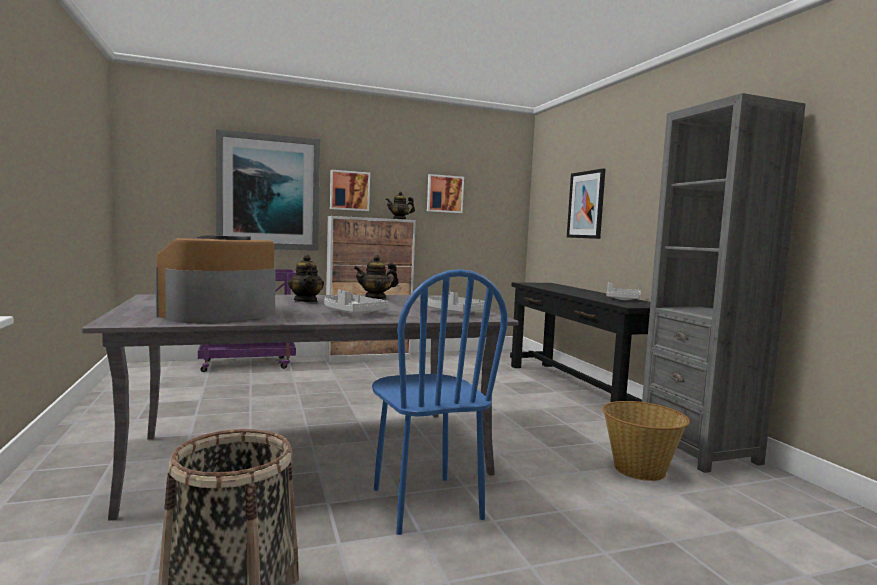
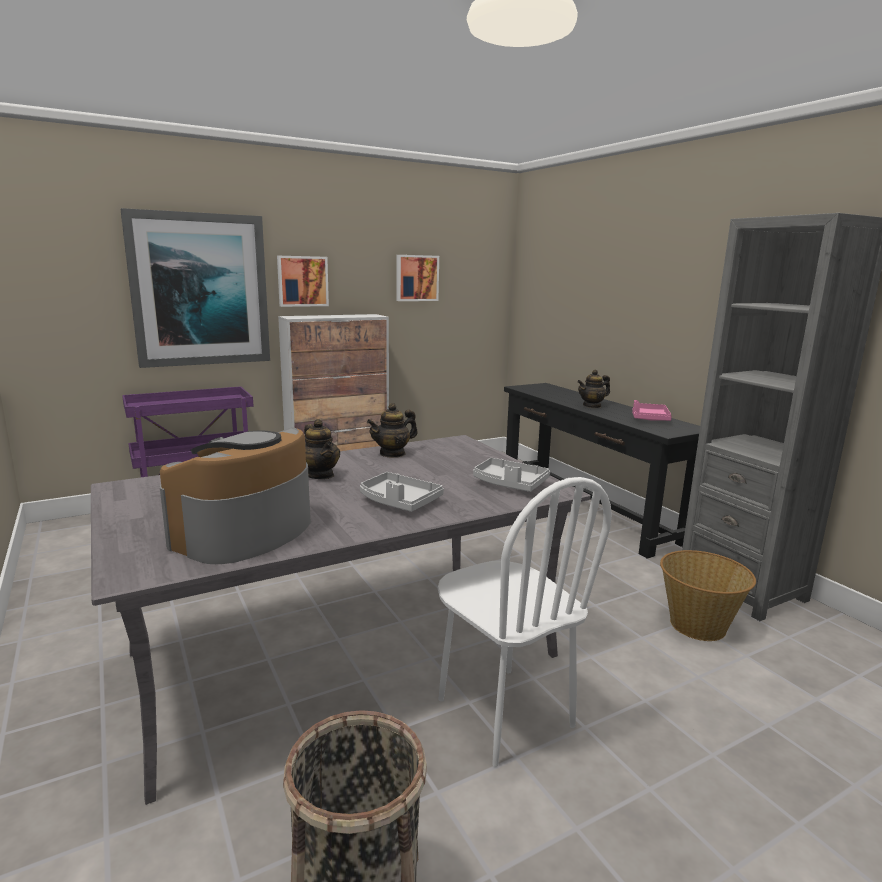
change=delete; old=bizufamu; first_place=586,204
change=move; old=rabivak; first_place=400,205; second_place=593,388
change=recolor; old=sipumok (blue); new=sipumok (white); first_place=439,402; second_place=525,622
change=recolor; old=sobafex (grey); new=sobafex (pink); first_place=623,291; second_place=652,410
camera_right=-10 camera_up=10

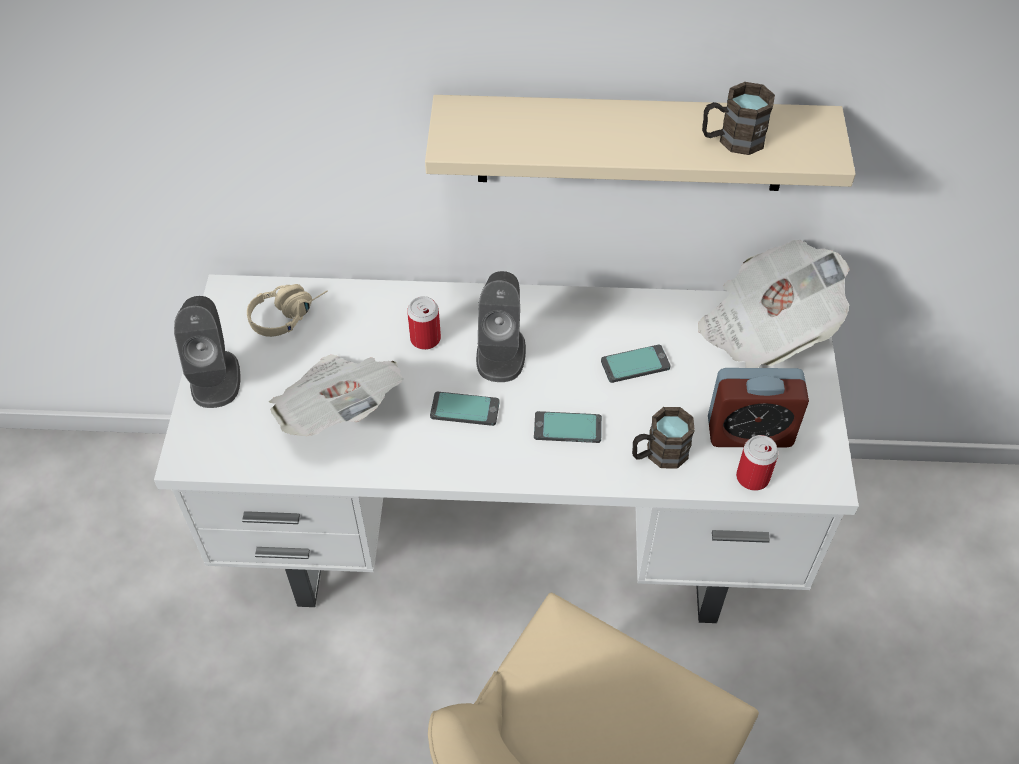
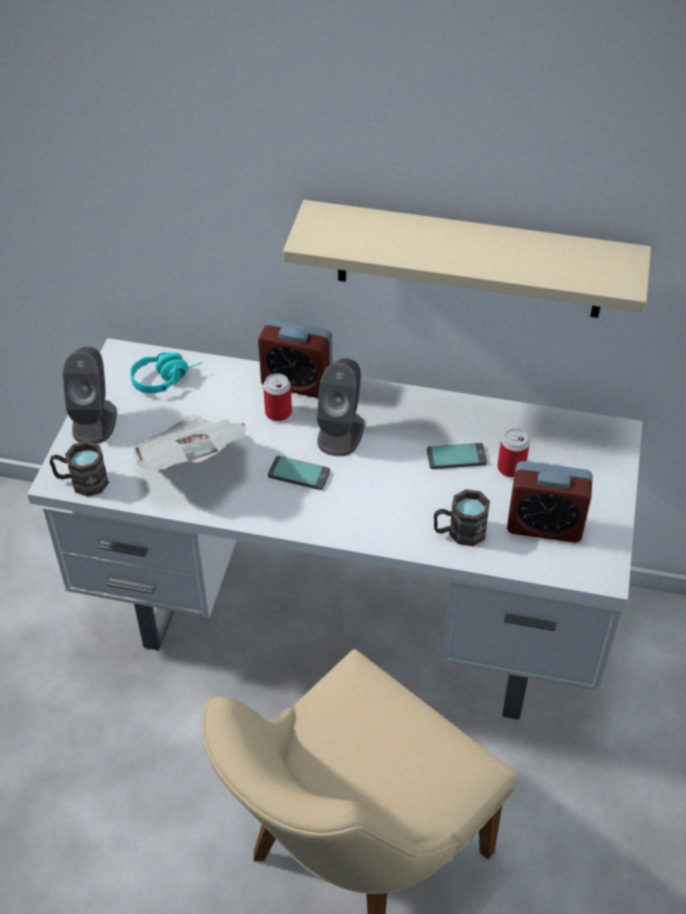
change=move; old=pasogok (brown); first_place=738,118; second_place=79,469
change=delete; old=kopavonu; first_place=774,304
change=recolor; old=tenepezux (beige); new=tenepezux (turquoise); first_place=287,310; second_place=166,373
change=delete; old=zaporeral; first_place=568,427
change=move; old=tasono; first_place=757,463; second_place=513,452
change=insert; new=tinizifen; second_place=295,358
camera_right=10 camera_up=-5

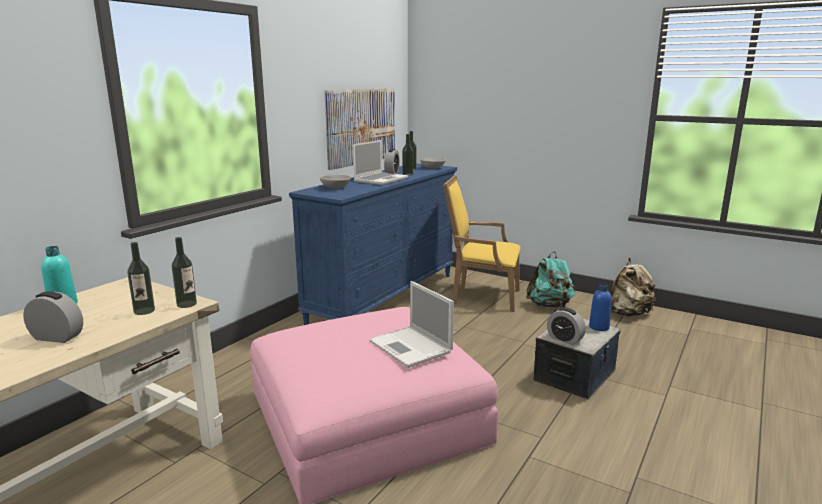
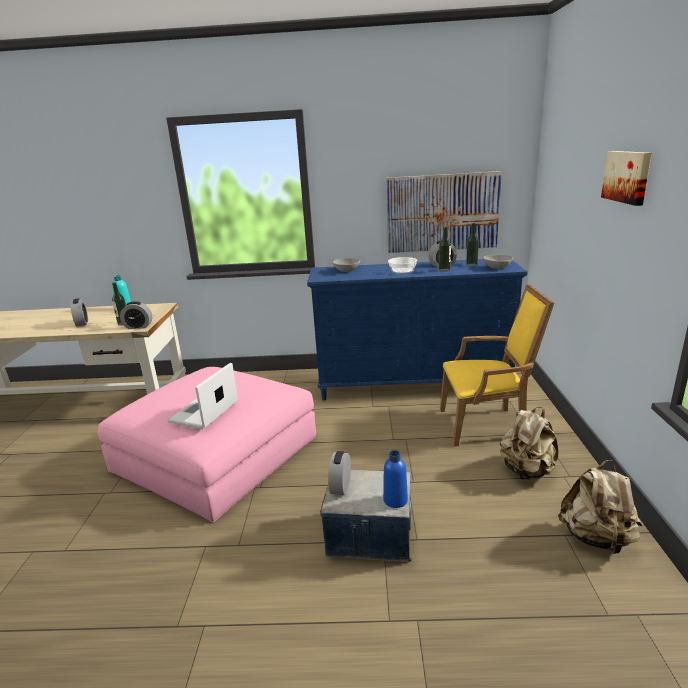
change=replace; old=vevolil; new=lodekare; first_place=380,162; second_place=402,265
change=rotate; old=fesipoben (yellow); first_place=482,243; second_place=497,365; degrees=105
change=replace; old=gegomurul; new=tinizifen; first_place=184,272; second_place=136,315
change=recolor; old=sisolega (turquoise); new=sisolega (beige); first_place=550,280; second_place=529,443
change=insert; new=bizufamu; second_place=626,178
camera_right=60 camera_up=5

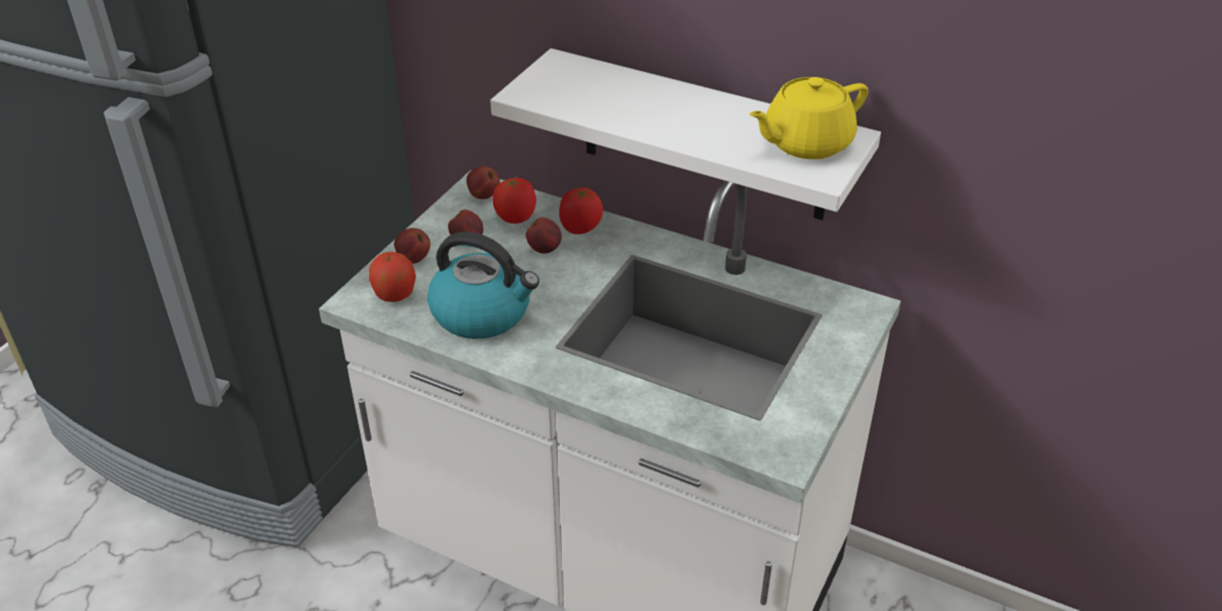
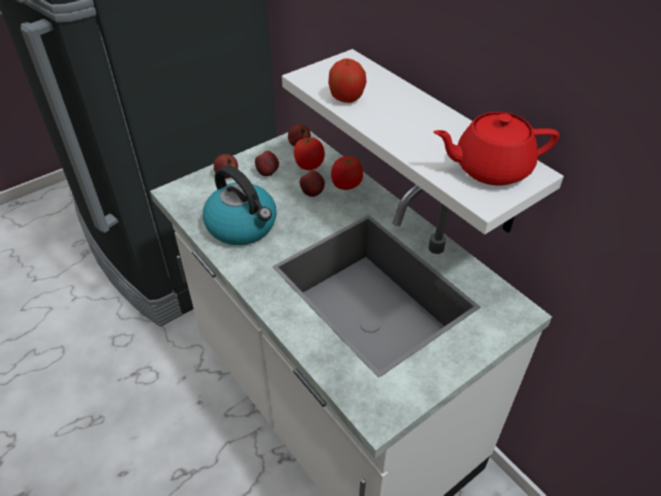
change=recolor; old=rabivak (yellow); new=rabivak (red); first_place=808,118; second_place=496,148
change=move; old=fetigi; first_place=392,277; second_place=347,80
camera_right=25 camera_up=5

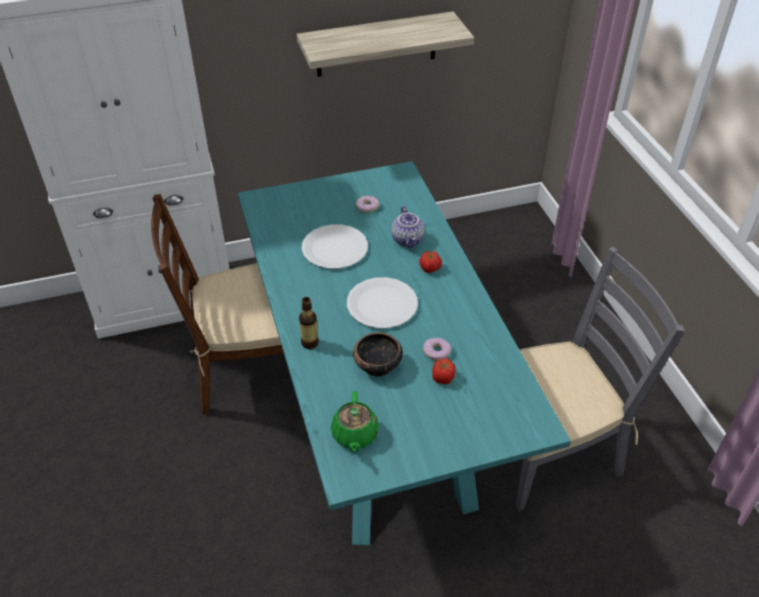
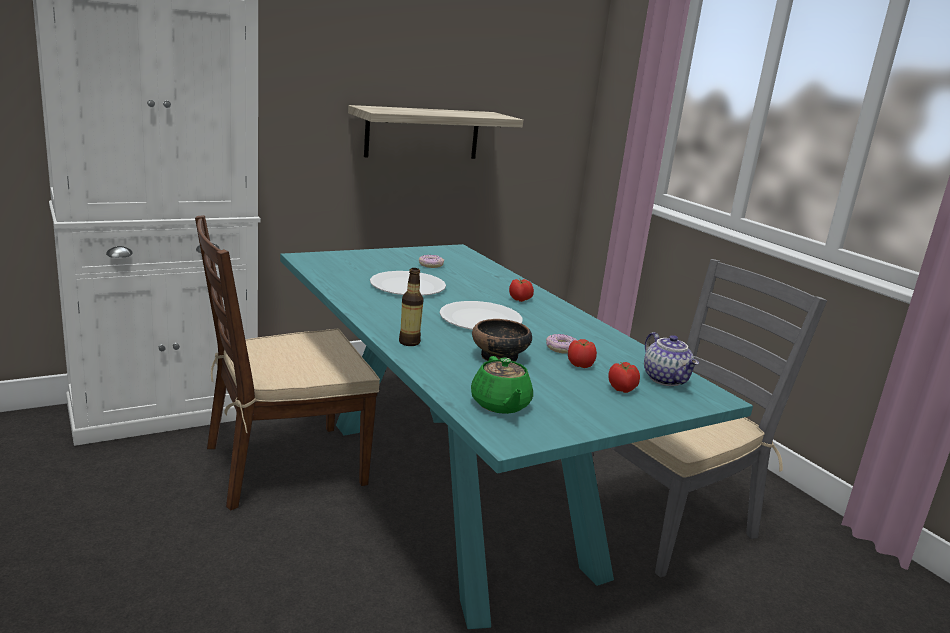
change=move; old=rabivak; first_place=408,227; second_place=671,359
change=insert; new=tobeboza; second_place=624,377
camera_right=-15 camera_up=-25

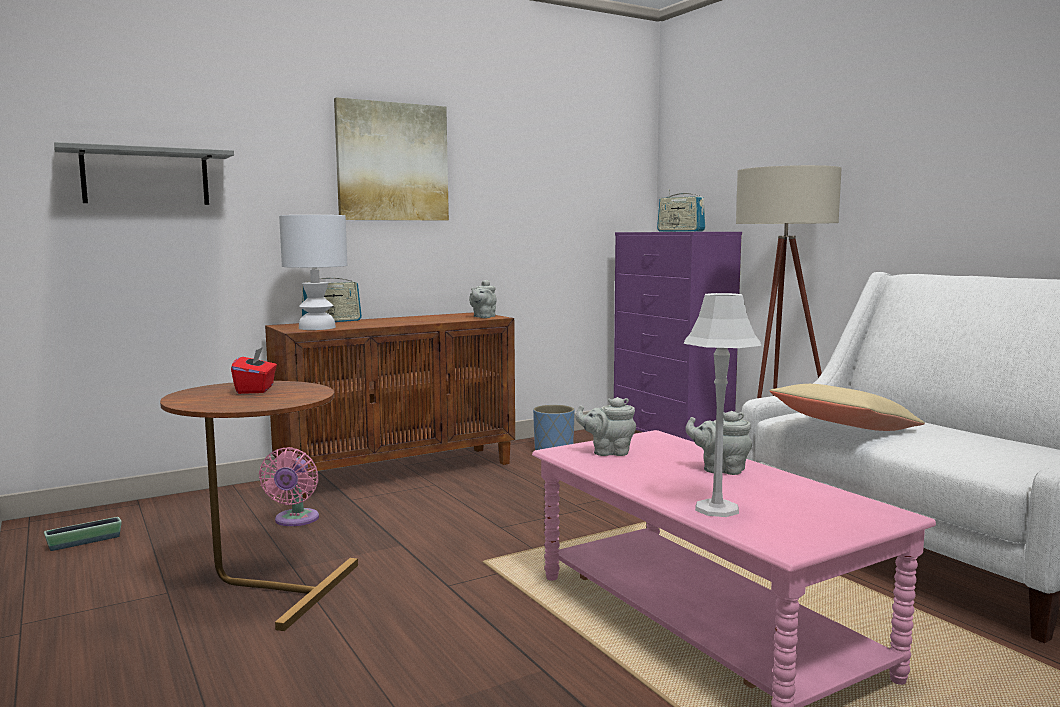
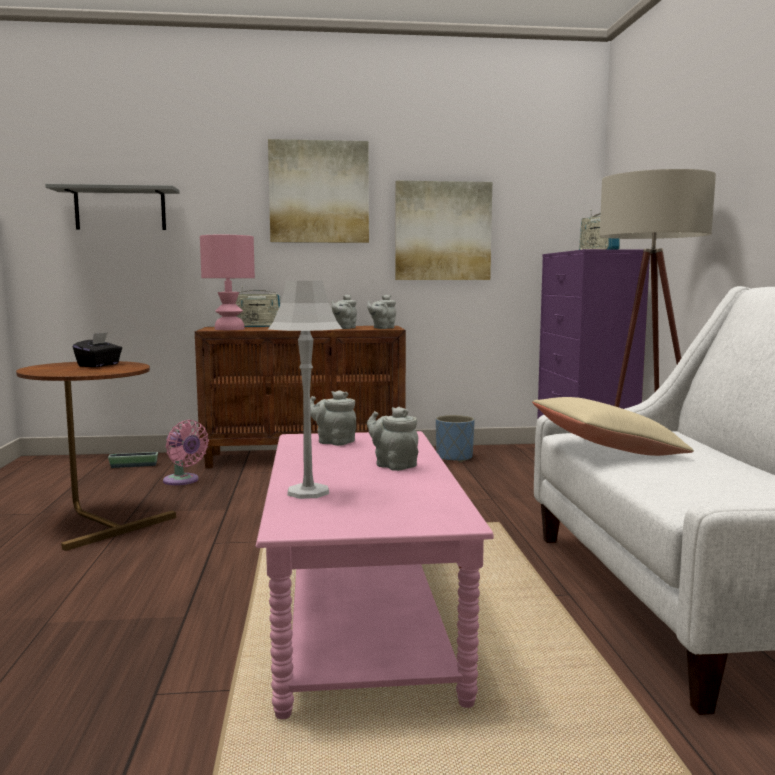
change=recolor; old=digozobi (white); new=digozobi (pink); first_place=313,272; second_place=227,282
change=recolor; old=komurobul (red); new=komurobul (black); first_place=254,370; second_place=97,349
change=rotate; old=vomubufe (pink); first_place=289,486; second_place=186,452; degrees=-75
change=move; old=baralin; first_place=83,534; second_place=133,460
change=insert; new=bizufamu; second_place=443,230
change=insert; new=rabivak (grey); second_place=344,312
camera_right=25 camera_up=0

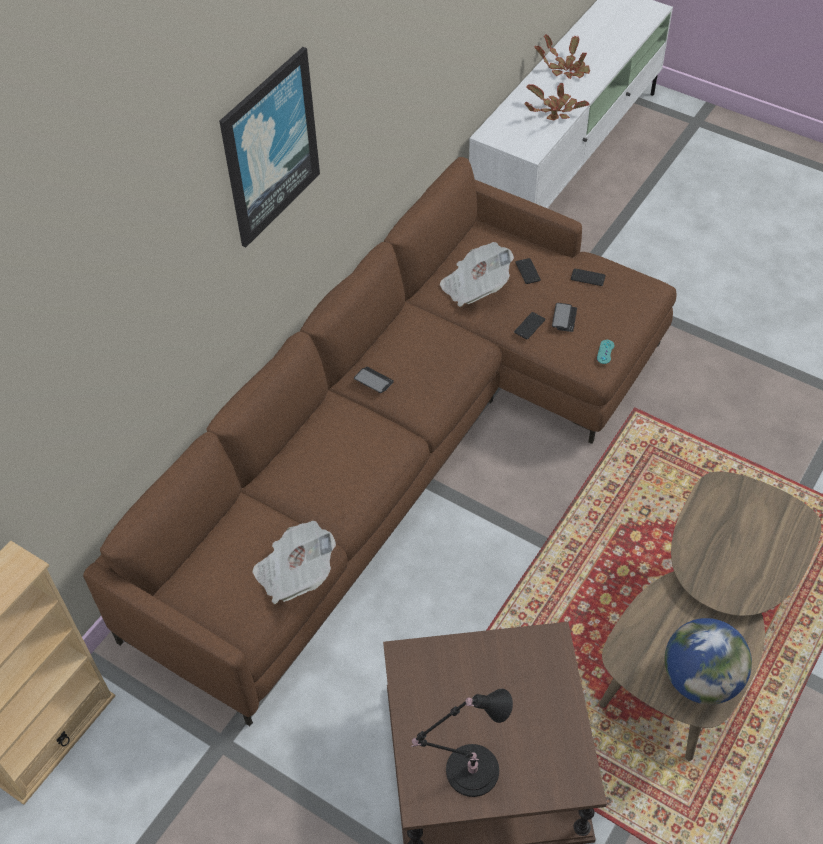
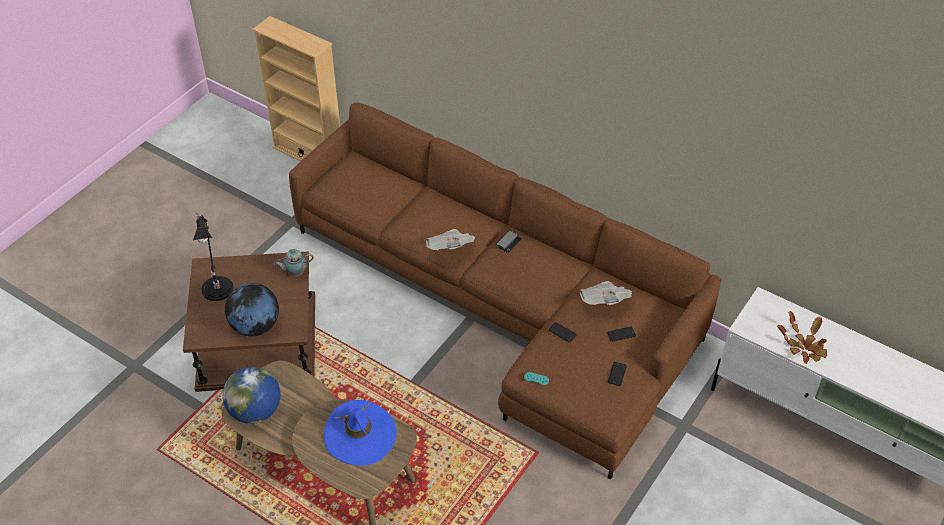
change=delete; old=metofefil; first_place=562,56
change=delete; old=bizufamu; first_place=269,147
change=delete; old=zaporeral; first_place=564,317
change=move; old=kopavonu; first_place=294,562; second_place=451,239
change=insert; new=rabivak; second_place=294,263
change=insert; new=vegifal; second_place=252,309
change=insert; new=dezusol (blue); second_place=360,433
camera_right=90 camera_up=-5

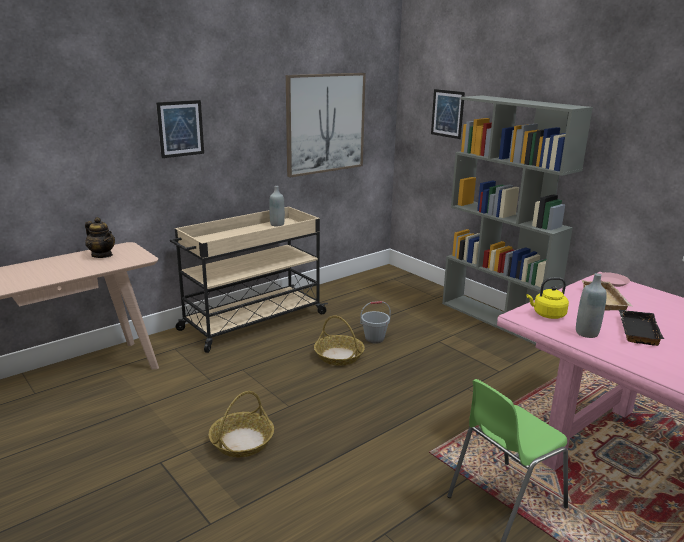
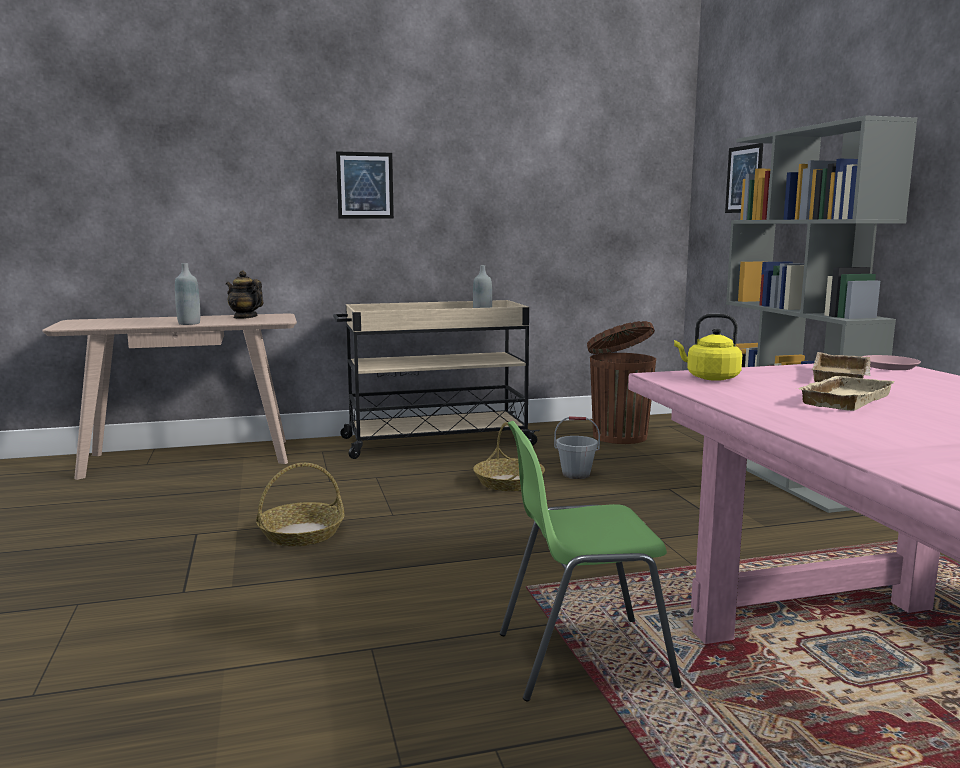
change=delete; old=bizufamu; first_place=326,125
change=rotate; old=rabivak; first_place=100,237; second_place=244,294; degrees=150
change=move; old=gegomurul (grey); first_place=591,305; second_place=187,294
change=recolor; old=sobafex (black); new=sobafex (beige); first_place=641,328; second_place=845,393
change=insert; new=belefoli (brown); second_place=621,382
camera_right=25 camera_up=-10

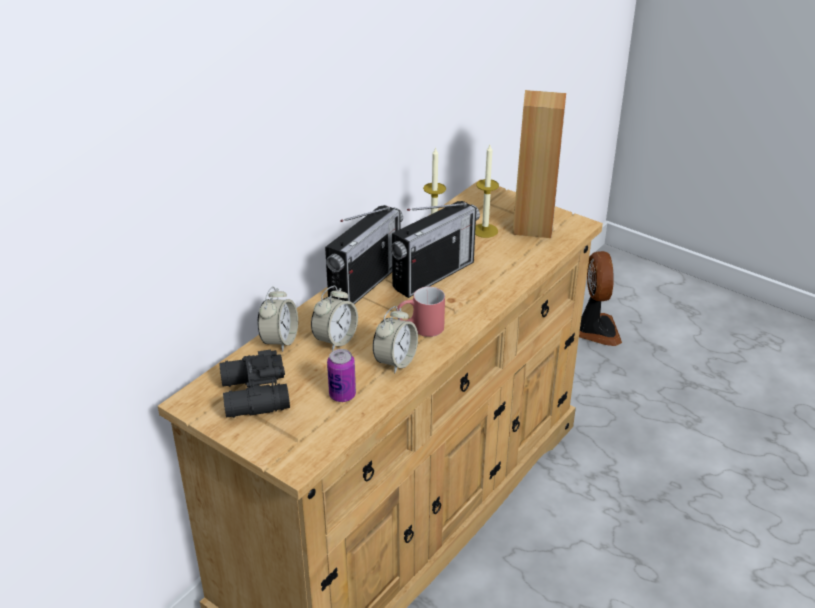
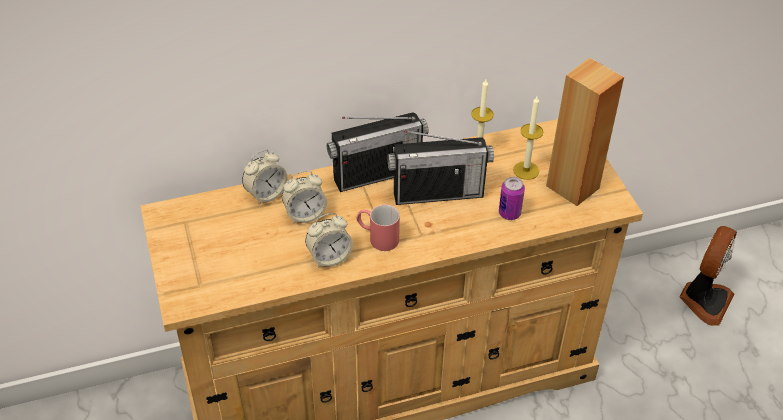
change=delete; old=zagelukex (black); first_place=254,383
change=move; old=tasono; first_place=341,375; second_place=512,198
camera_right=35 camera_up=10

